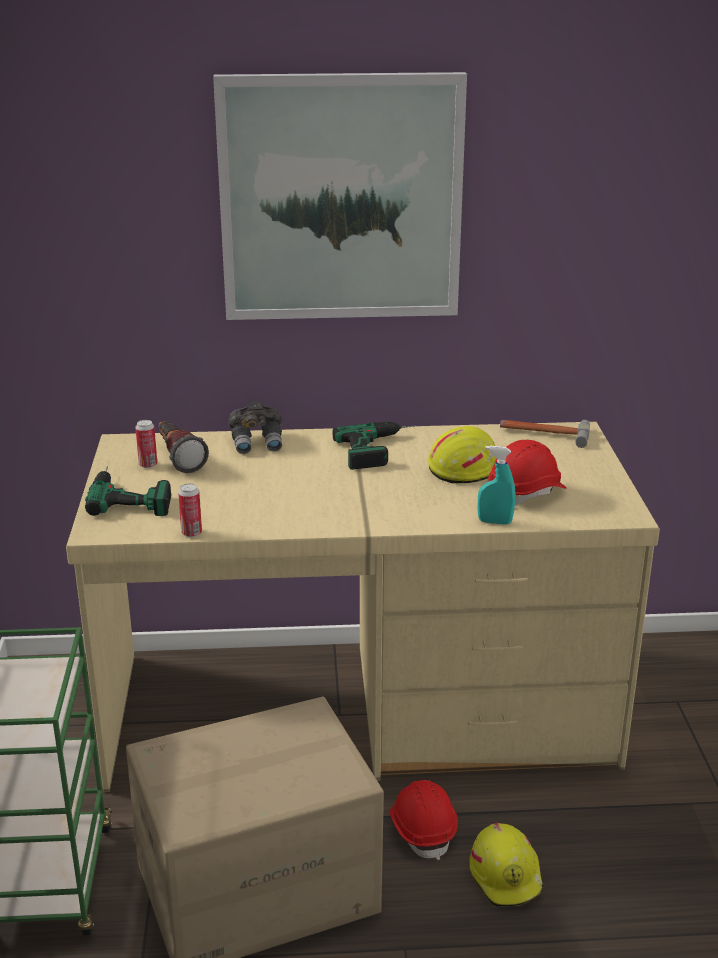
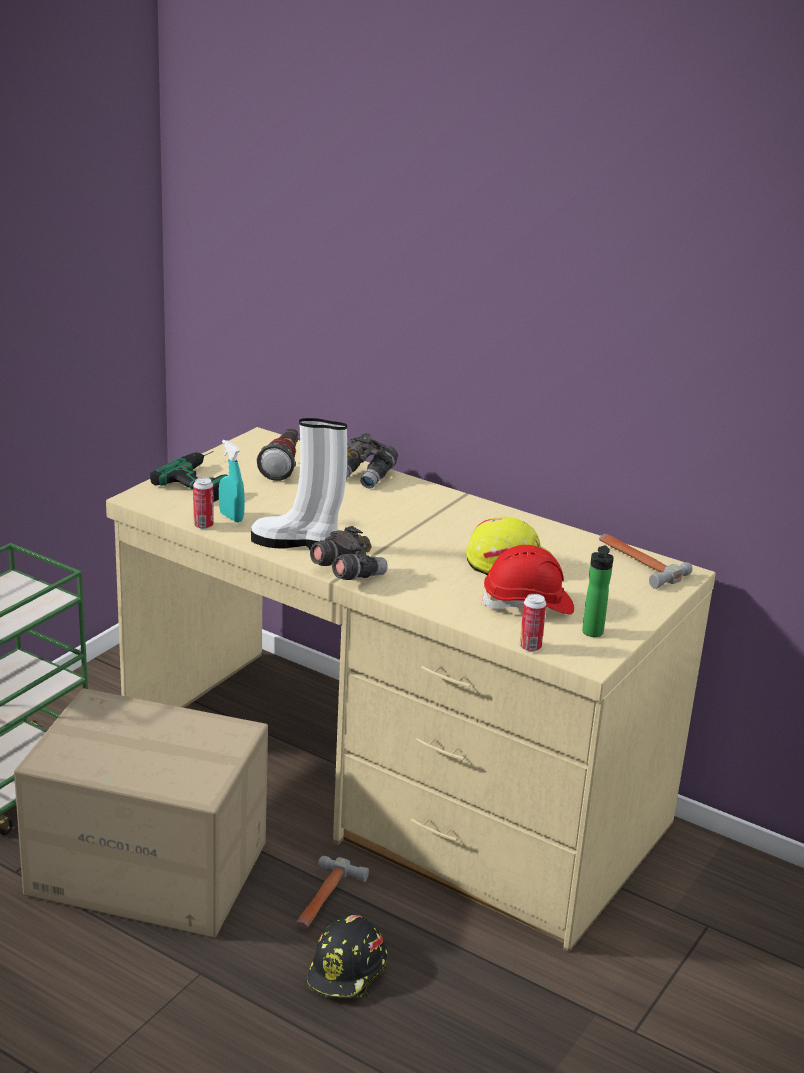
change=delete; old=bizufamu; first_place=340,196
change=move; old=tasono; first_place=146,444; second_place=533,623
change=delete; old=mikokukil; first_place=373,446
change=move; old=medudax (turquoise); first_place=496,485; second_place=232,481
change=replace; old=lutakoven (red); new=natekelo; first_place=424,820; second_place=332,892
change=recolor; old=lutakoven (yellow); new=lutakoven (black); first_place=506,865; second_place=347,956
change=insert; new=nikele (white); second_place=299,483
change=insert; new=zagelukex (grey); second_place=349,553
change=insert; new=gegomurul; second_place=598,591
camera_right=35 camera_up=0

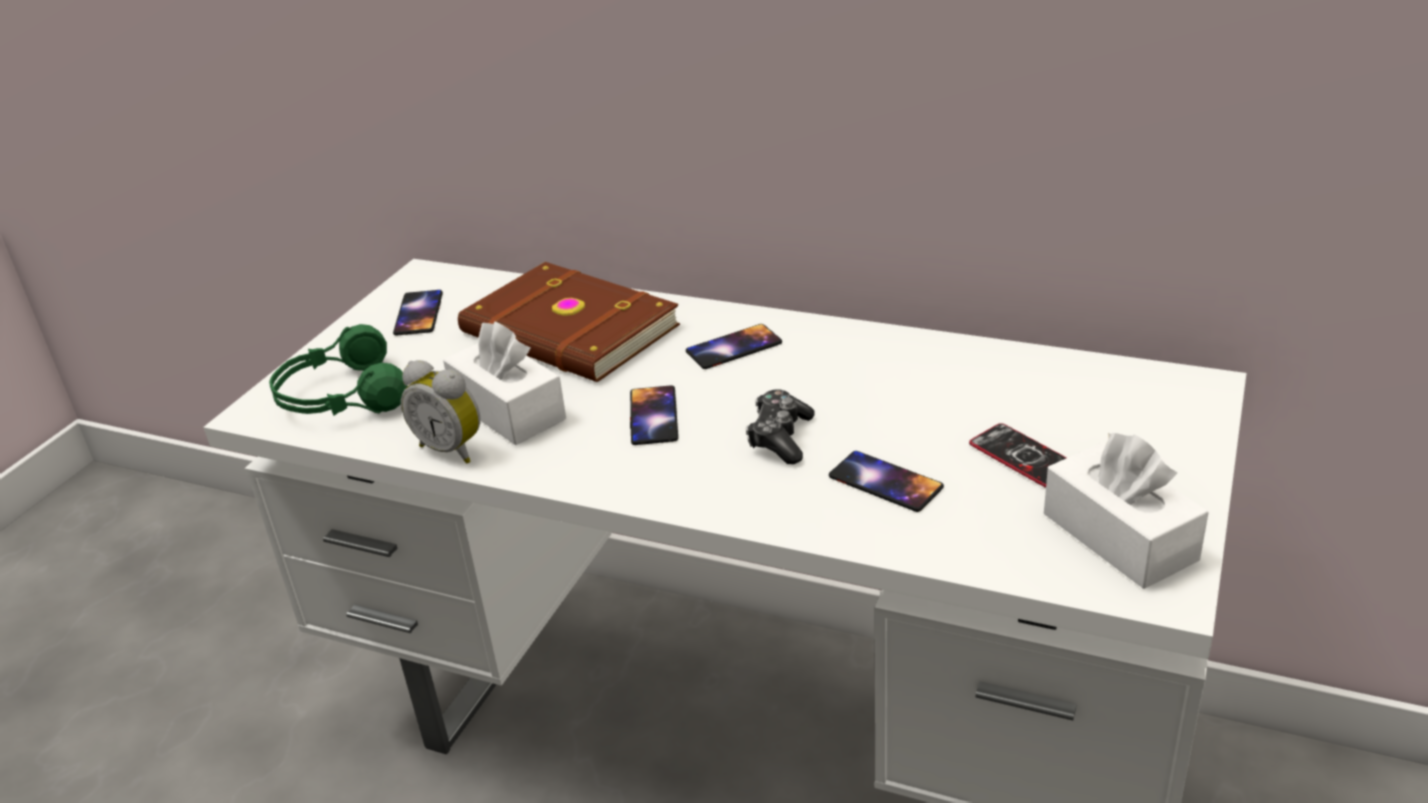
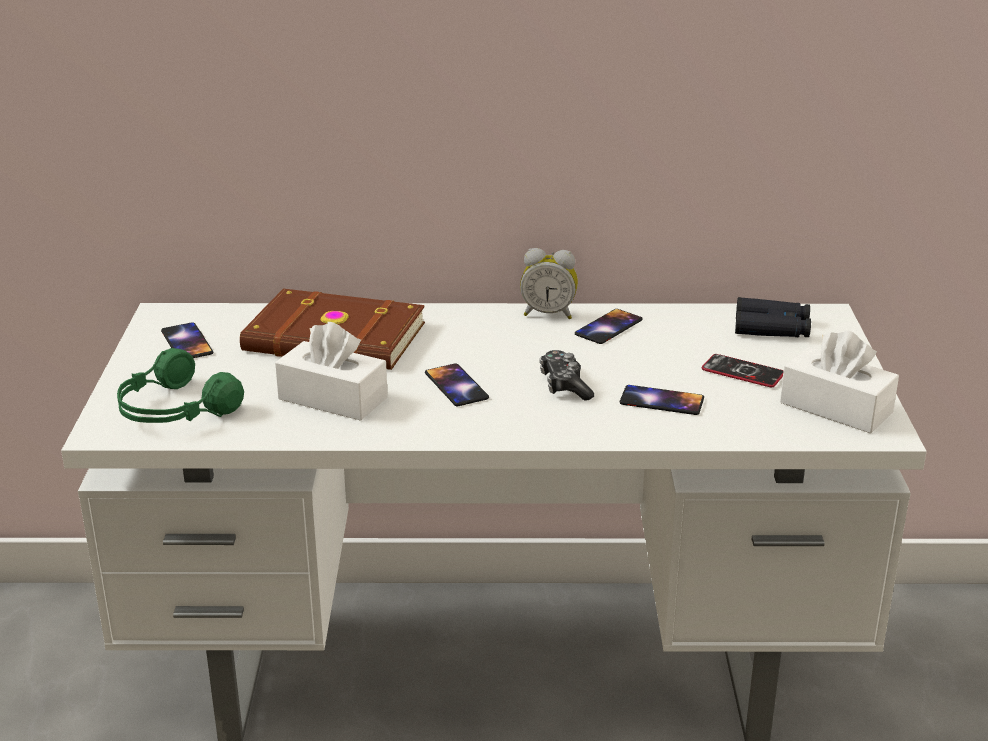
change=move; old=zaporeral; first_place=734,346; second_place=609,326
change=move; old=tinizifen; first_place=440,412; second_place=549,283
change=insert; new=zagelukex (black); second_place=773,317
camera_right=-25 camera_up=-5

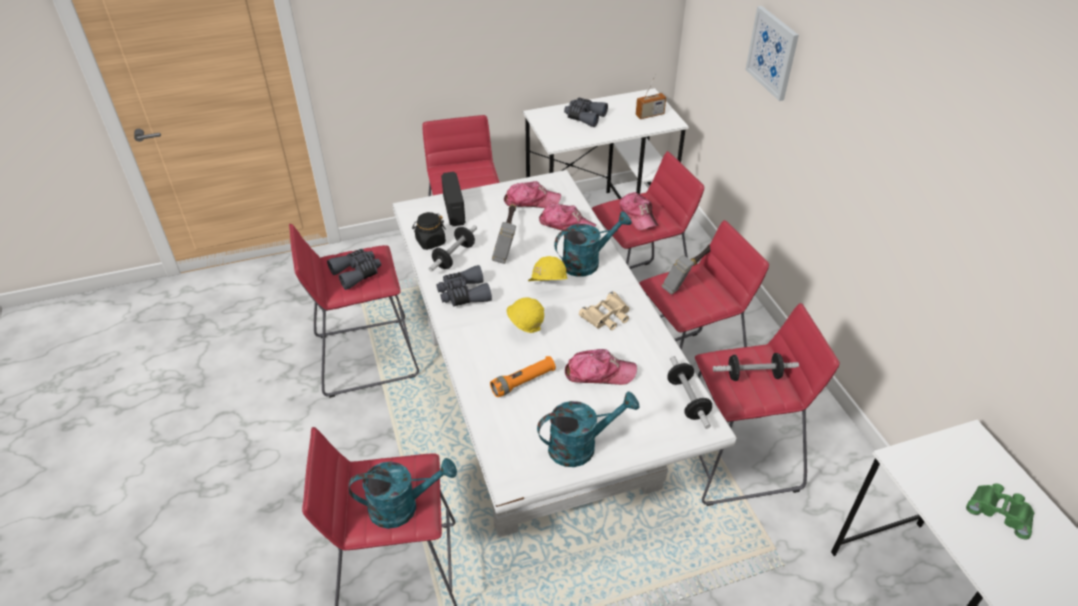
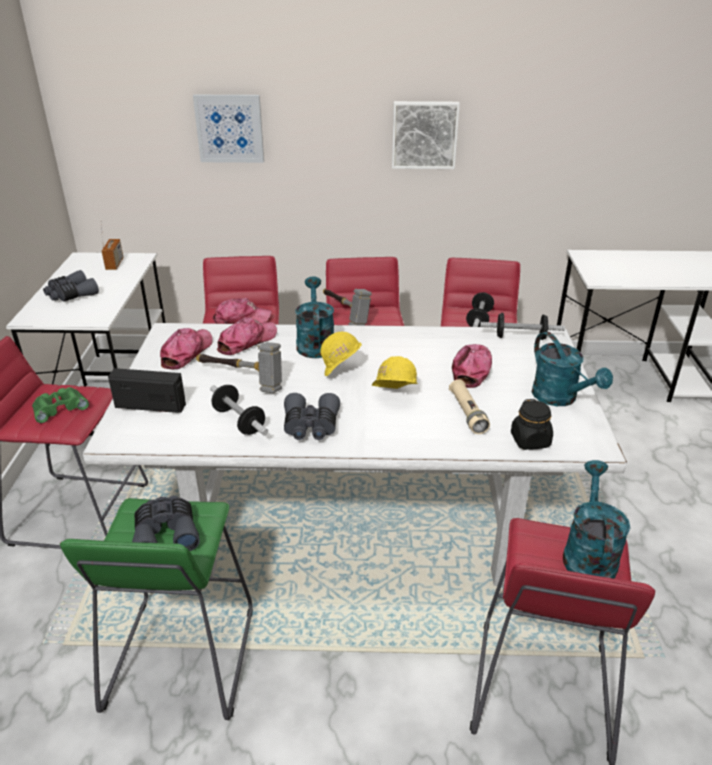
change=move; old=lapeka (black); first_place=429,231; second_place=532,424
change=recolor; old=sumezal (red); new=sumezal (green); first_place=354,311; second_place=156,609
change=delete; old=zagelukex (beige); first_place=604,310
change=recolor; old=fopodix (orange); new=fopodix (beige); first_place=523,376; second_place=469,406
change=rotate; old=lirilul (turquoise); first_place=588,429; second_place=572,369; degrees=150
change=move; old=zagelukex (green); first_place=1000,511; second_place=60,405
change=insert; new=bizufamu; second_place=426,135
camera_right=-70 camera_up=-10

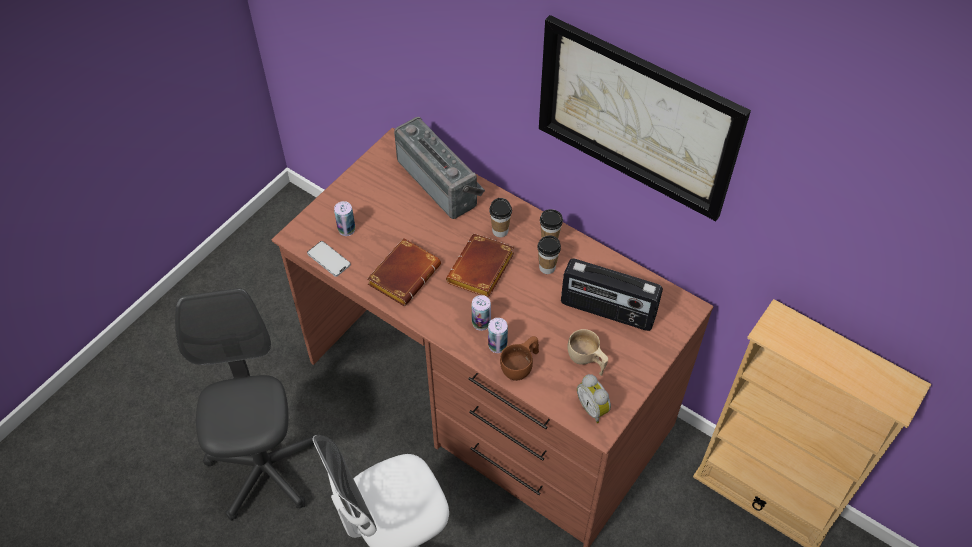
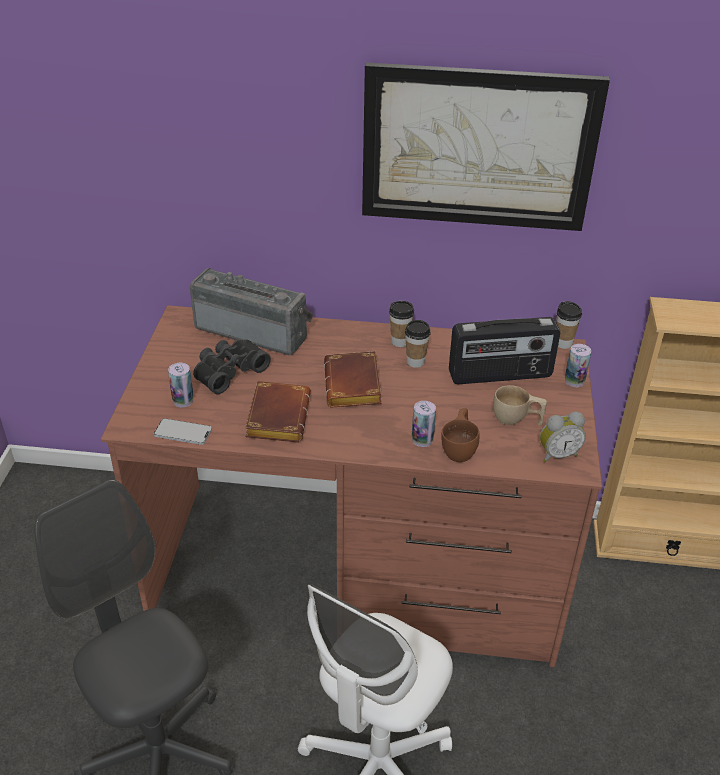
change=move; old=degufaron; first_place=500,217; second_place=569,325
change=move; old=tasono; first_place=481,313; second_place=578,365
change=rotate; old=tinizifen; first_place=594,398; second_place=563,437; degrees=-45
change=insert; new=zagelukex (black); second_place=232,366
camera_right=-30 camera_up=-15

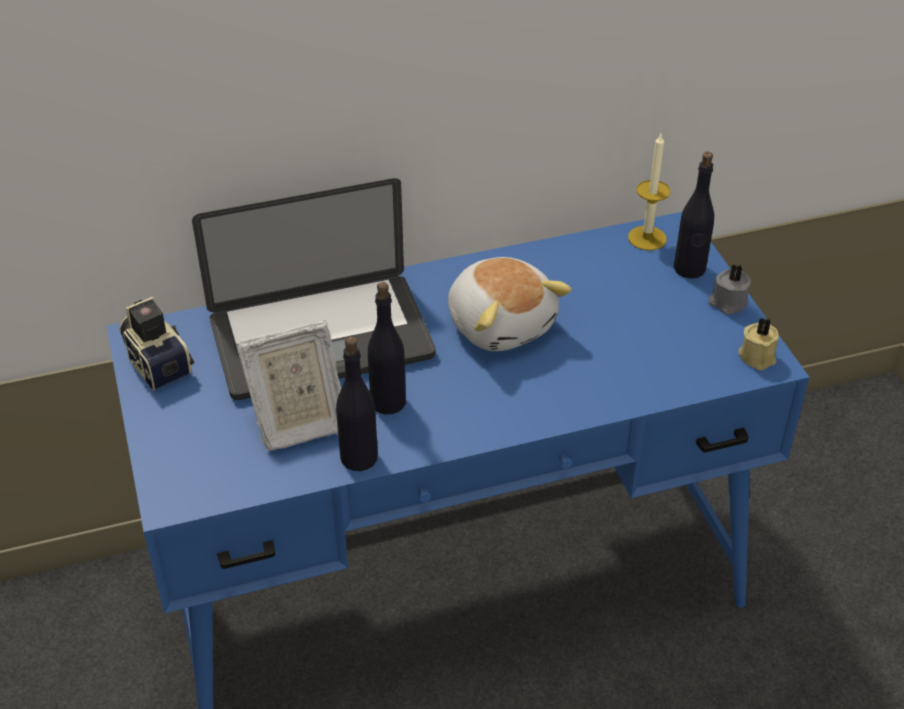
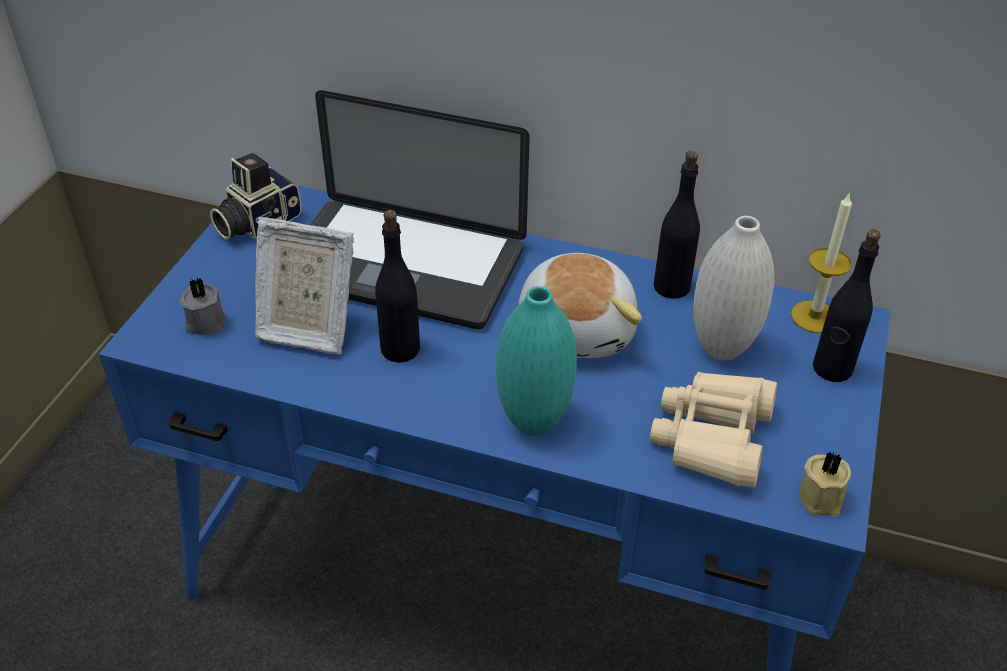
change=move; old=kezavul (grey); first_place=730,289; second_place=203,306
change=rotate; old=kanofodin; first_place=156,344; second_place=256,196; degrees=-135
change=move; old=gegomurul (black); first_place=357,404; second_place=677,225
change=insert; new=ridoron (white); second_place=733,288
change=insert; new=ridoron (turquoise); second_place=536,361
change=insert; new=zagelukex (beige); second_place=713,430
camera_right=35 camera_up=0

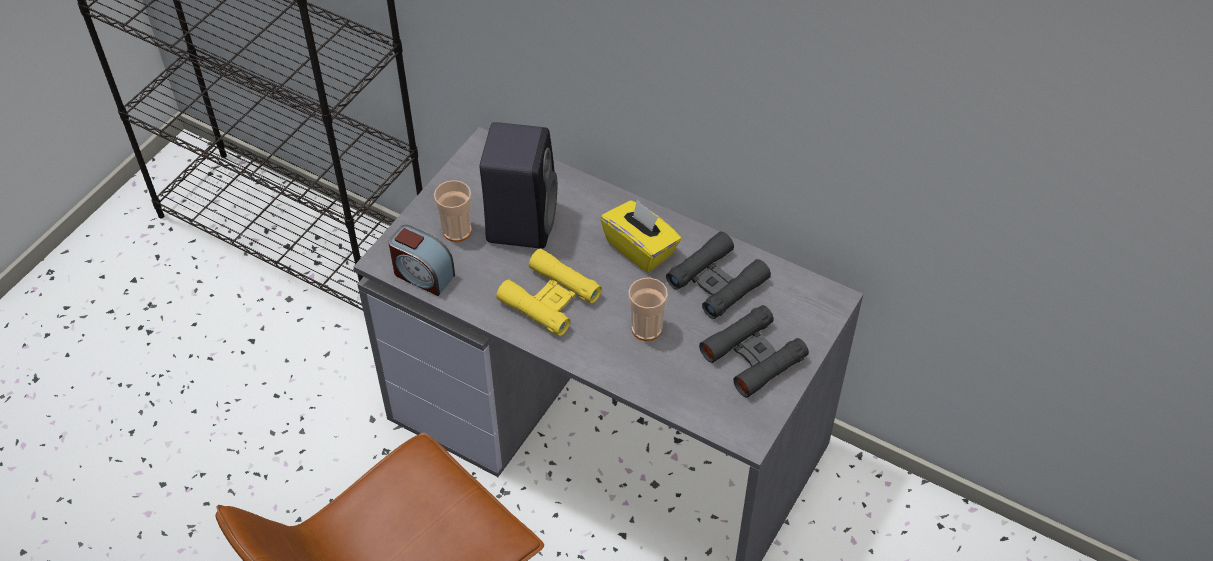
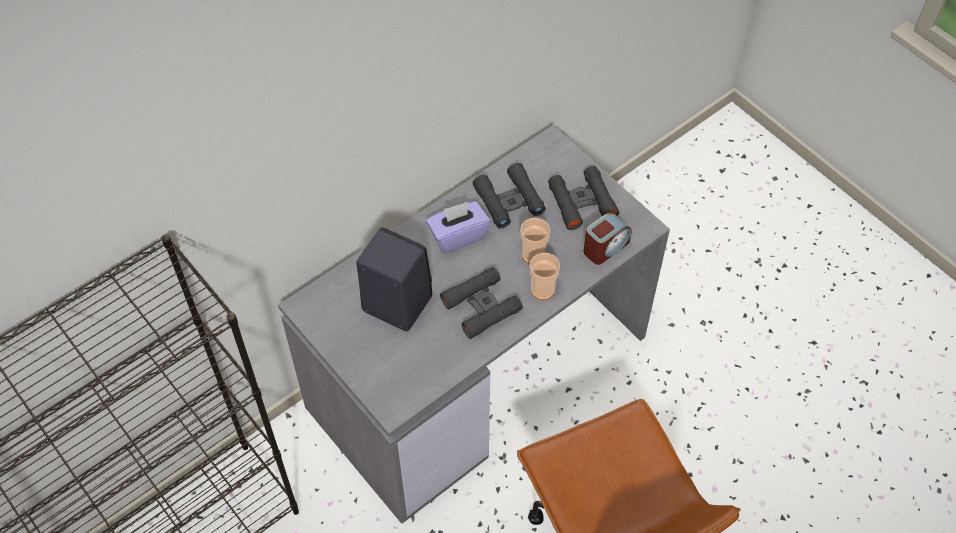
change=move; old=degufaron; first_place=453,211; second_place=545,276
change=recolor; old=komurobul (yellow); new=komurobul (purple); first_place=641,236; second_place=458,227
change=move; old=tinizifen; first_place=422,260; second_place=607,238
change=recolor; old=zagelukex (yellow); new=zagelukex (black); first_place=549,292; second_place=481,303
camera_right=-70 camera_up=5

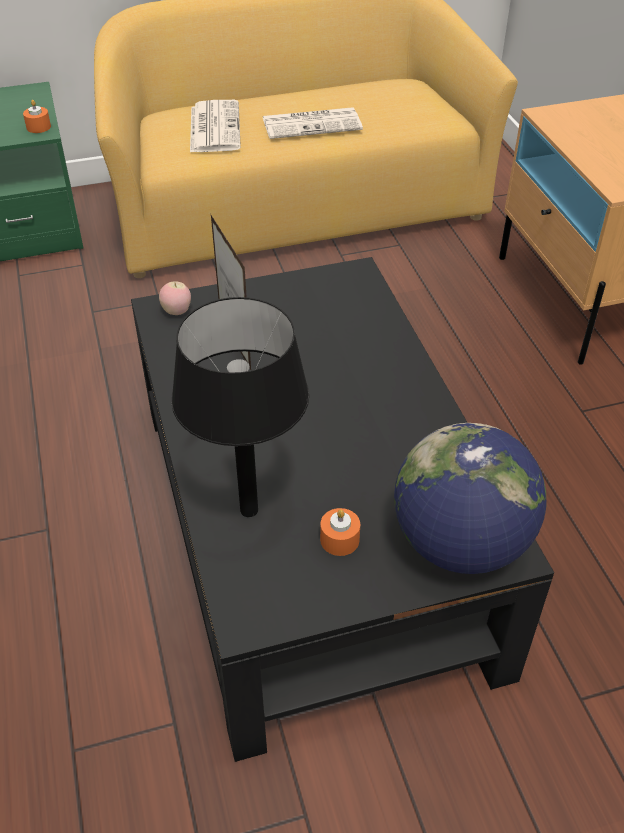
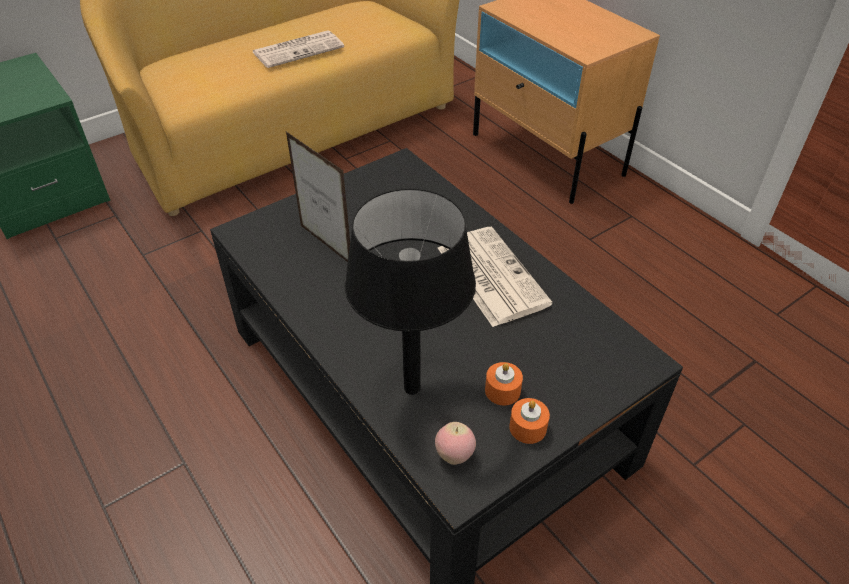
change=move; old=kezavul (orange); first_place=37,116; second_place=529,421
change=move; old=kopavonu; first_place=215,126; second_place=495,277
change=move; old=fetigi; first_place=175,298; second_place=455,443
change=delete; old=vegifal; first_place=470,498
camera_right=-20 camera_up=0

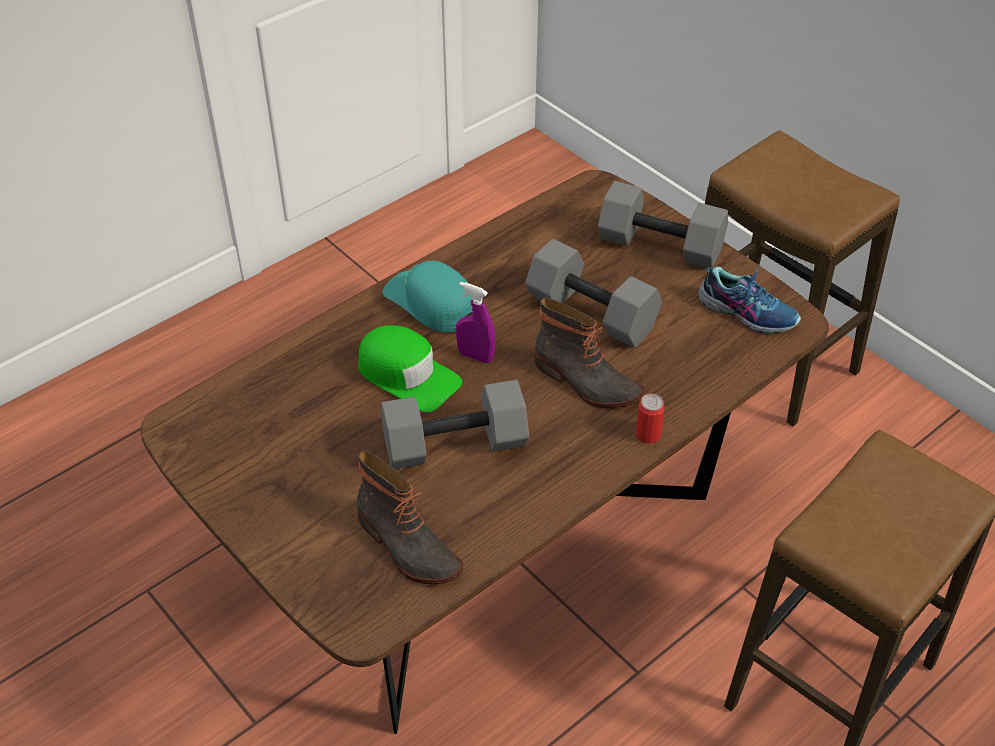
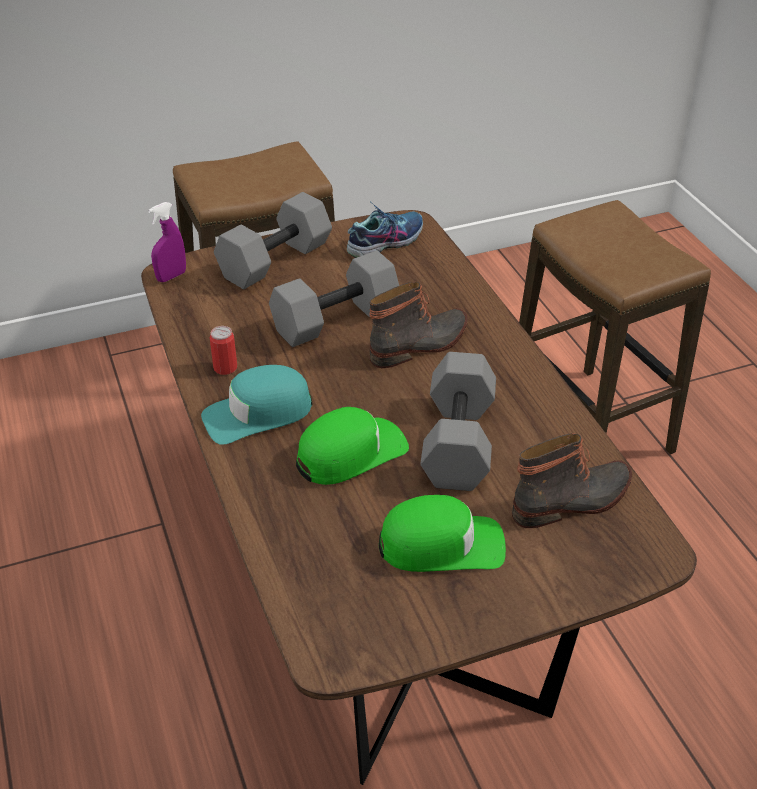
change=move; old=medudax (purple); first_place=475,322; second_place=167,242
change=move; old=tasono; first_place=650,419; second_place=223,350
change=insert; new=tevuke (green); second_place=442,533
camera_right=-70 camera_up=-5

